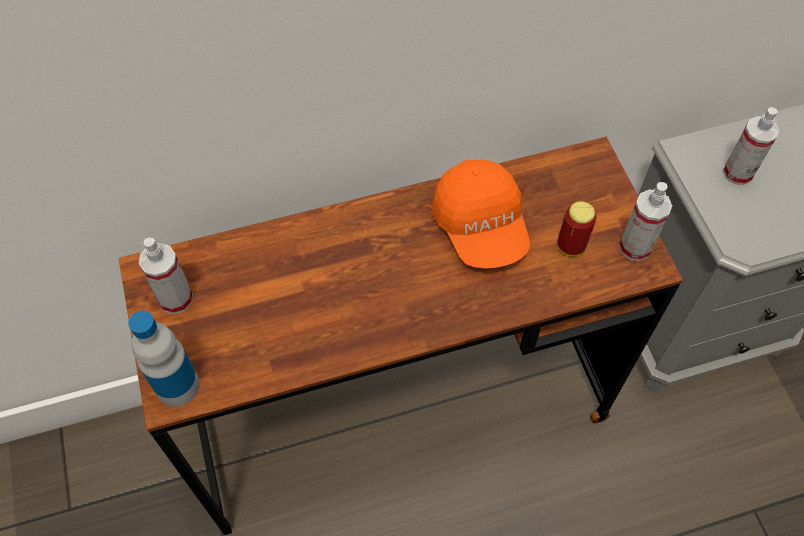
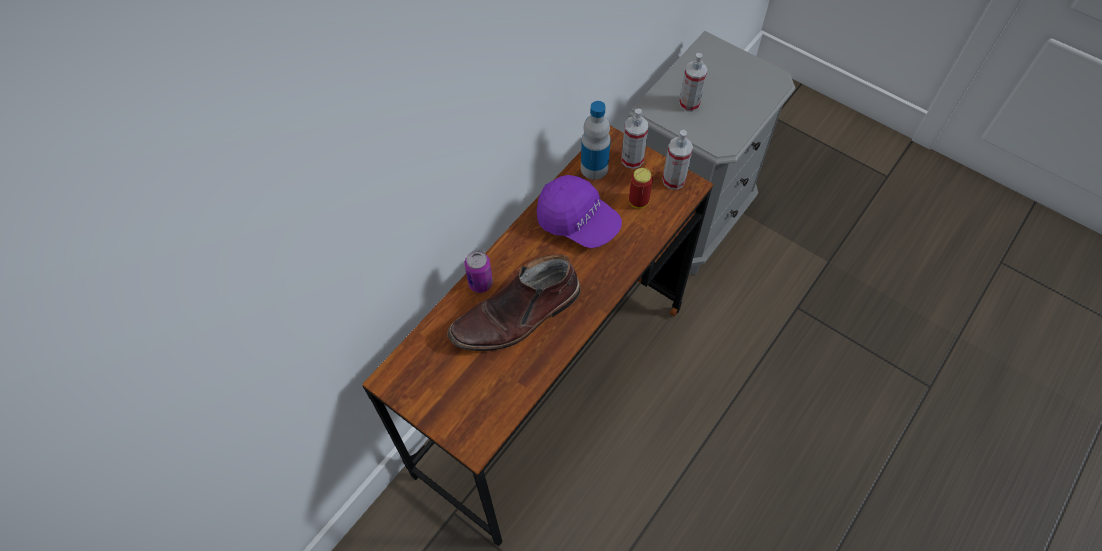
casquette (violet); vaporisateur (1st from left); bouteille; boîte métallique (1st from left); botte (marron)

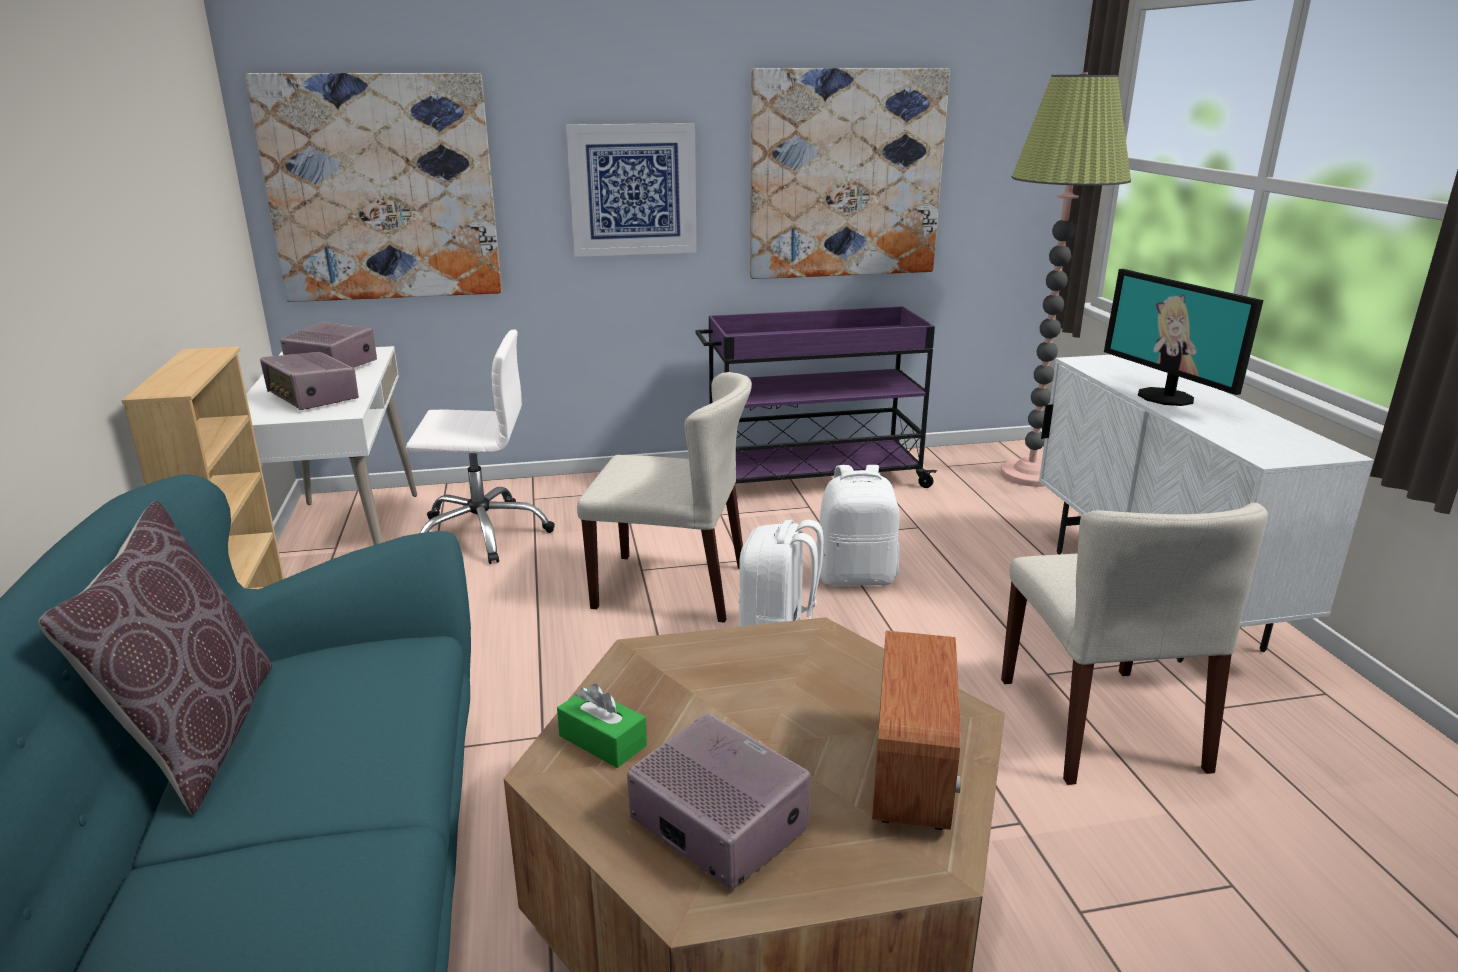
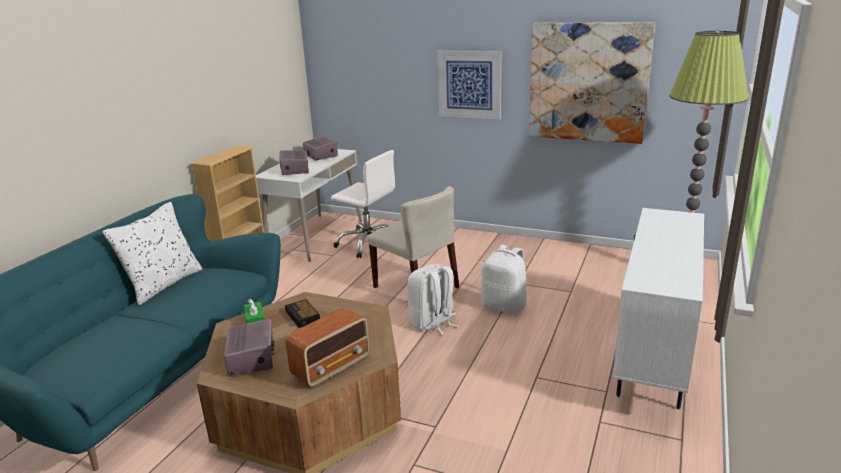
tableau (1st from left in the first image); écran d'ordinateur; chariot (violet); coussin (blanc); chaise (beige) (2nd from left in the first image); réveil

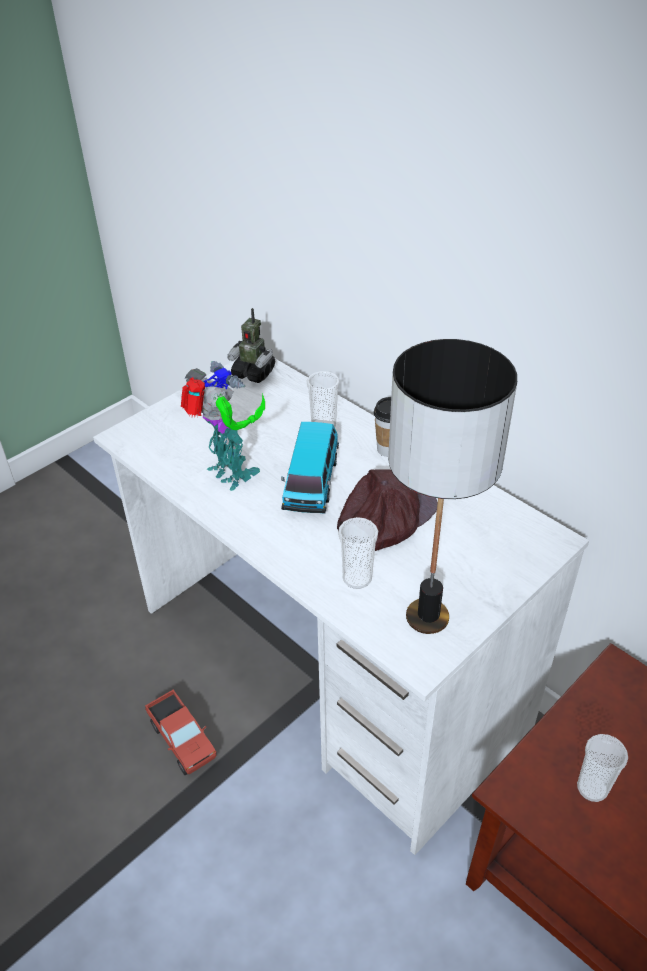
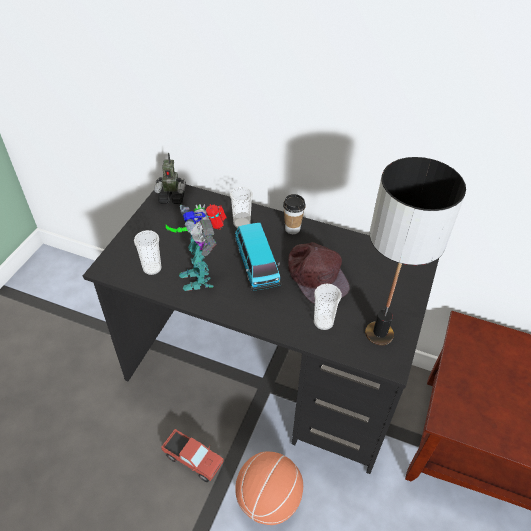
bureau (noir); robot jouet (2nd from left); casquette (marron); tasse (1st from left); ballon de basket

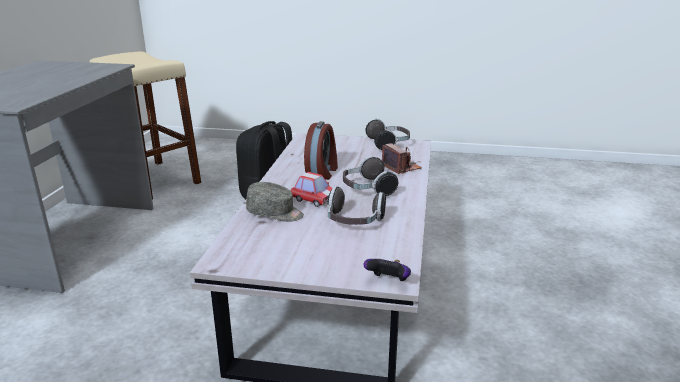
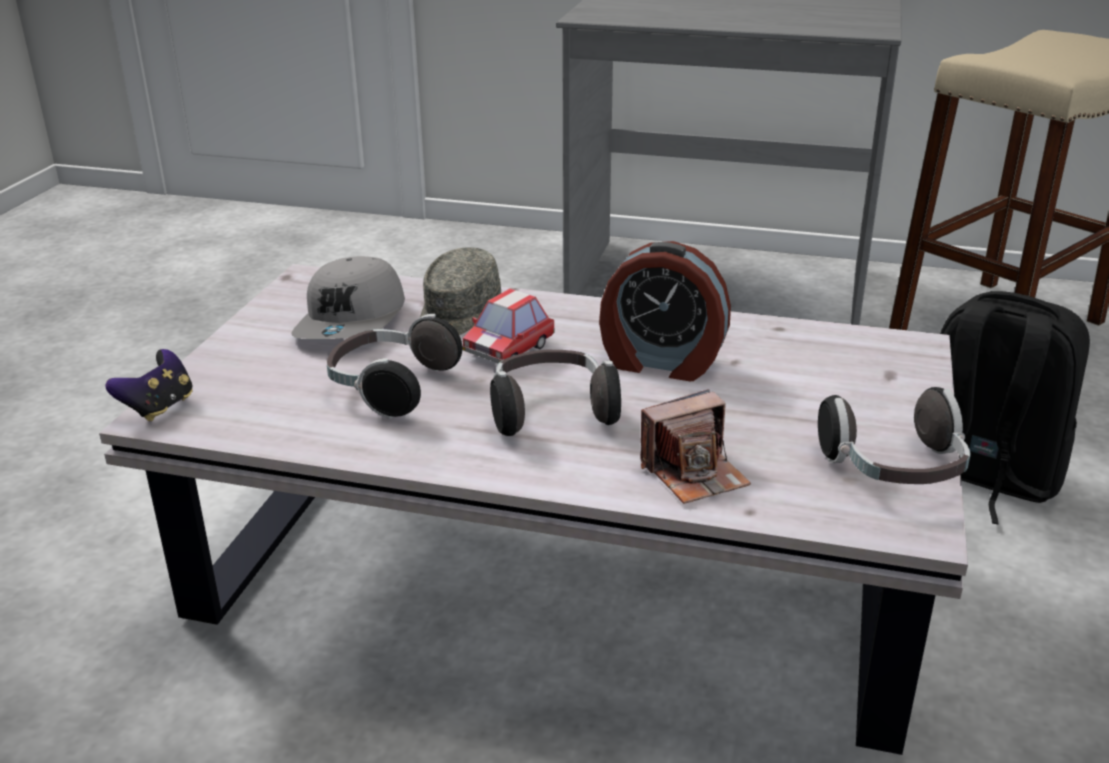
casquette (gris) (1st from left)

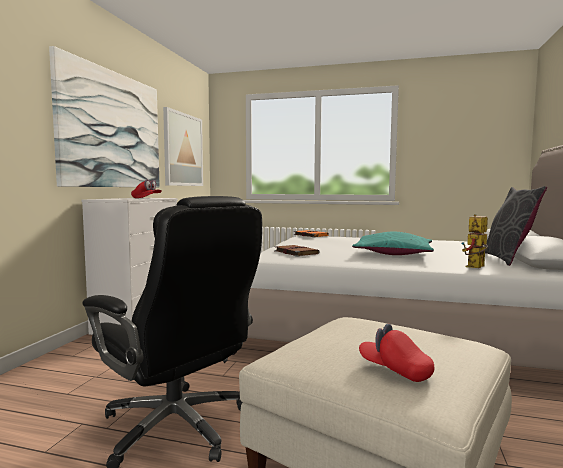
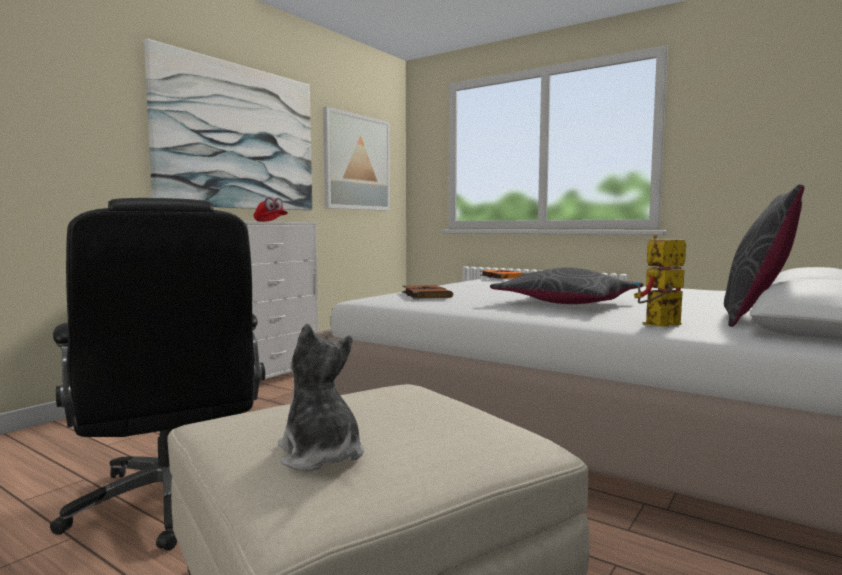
coussin (gris) (1st from left); peluche

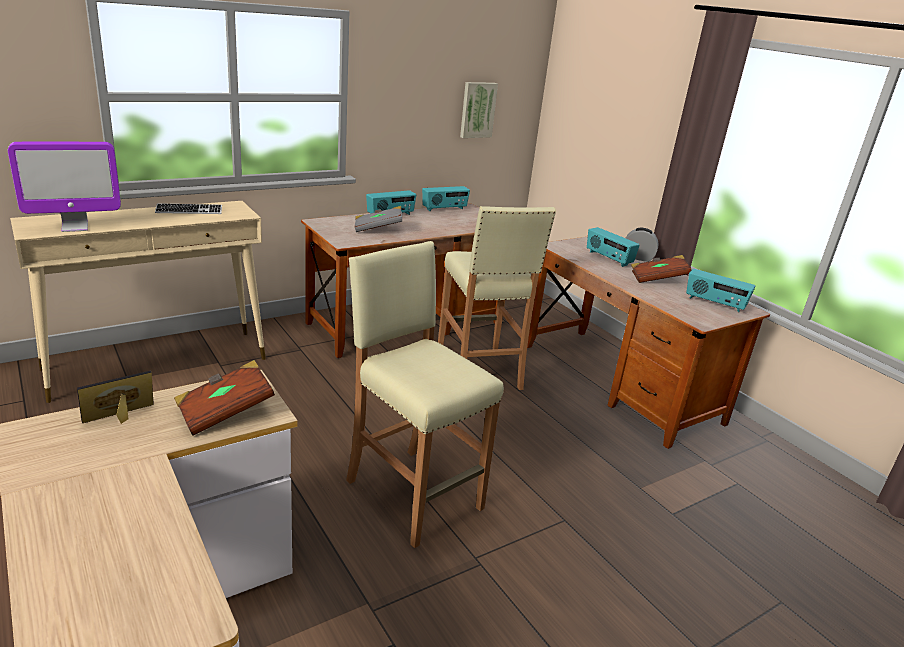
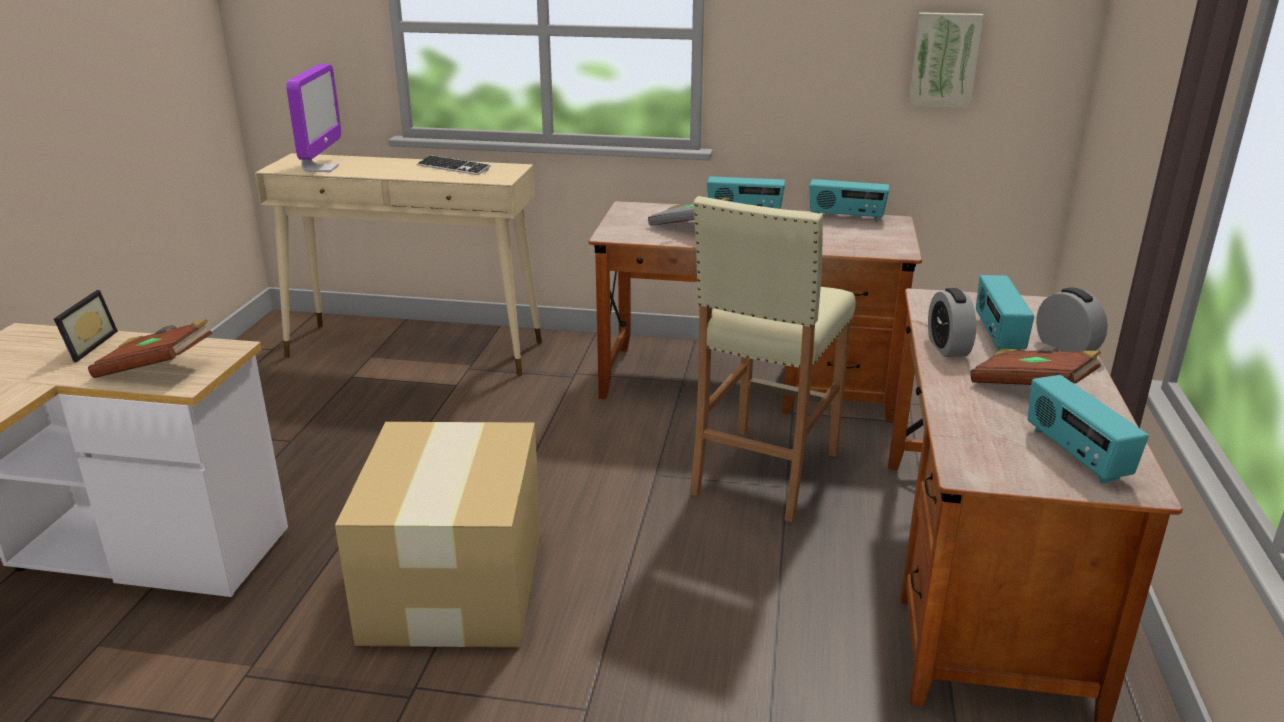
écran d'ordinateur; carton; cadre photo; réveil (1st from left)

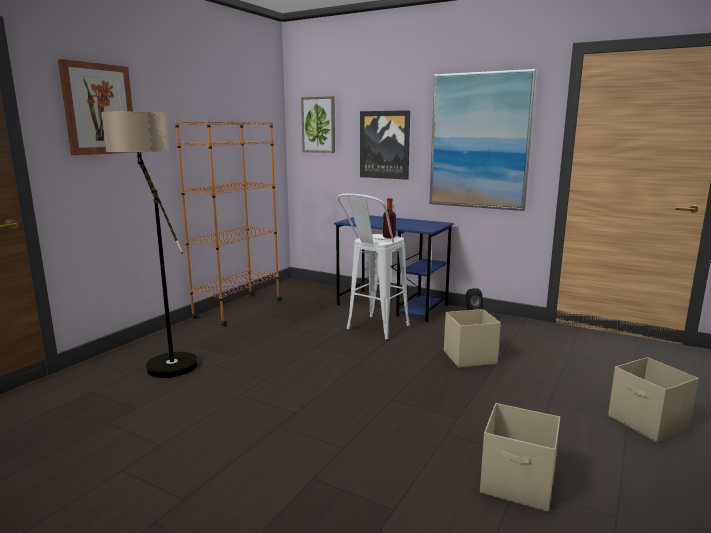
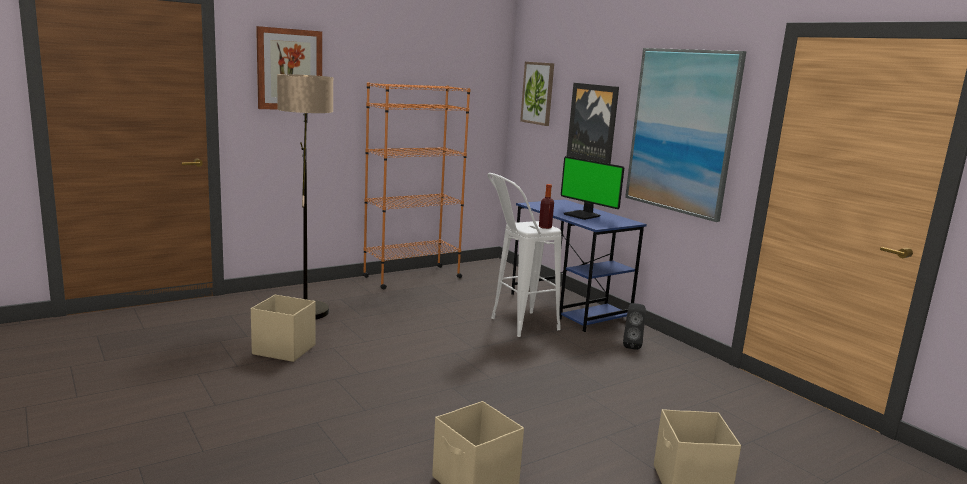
boîte de rangement (beige) (1st from left); écran d'ordinateur

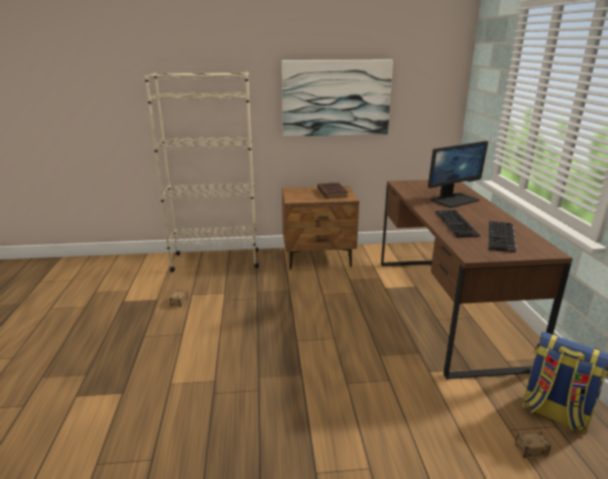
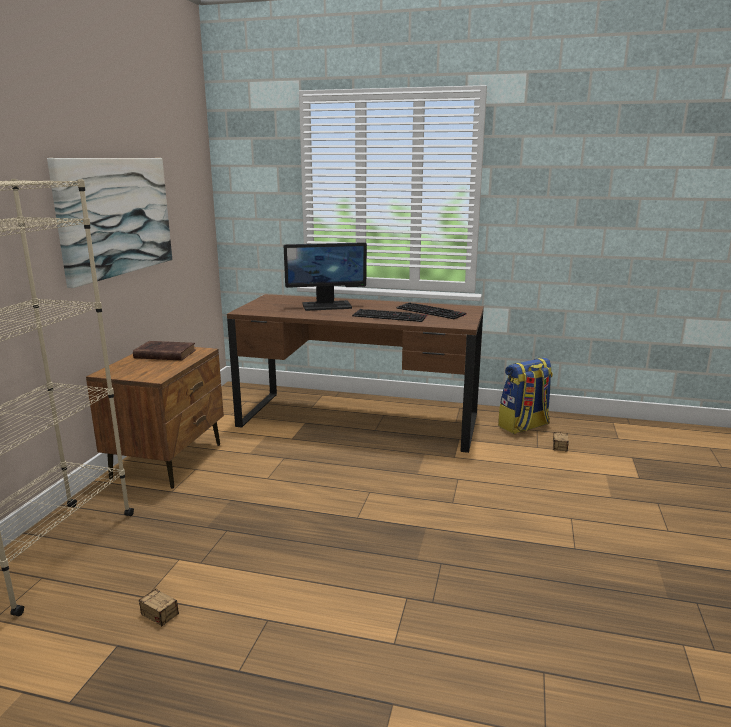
écran d'ordinateur

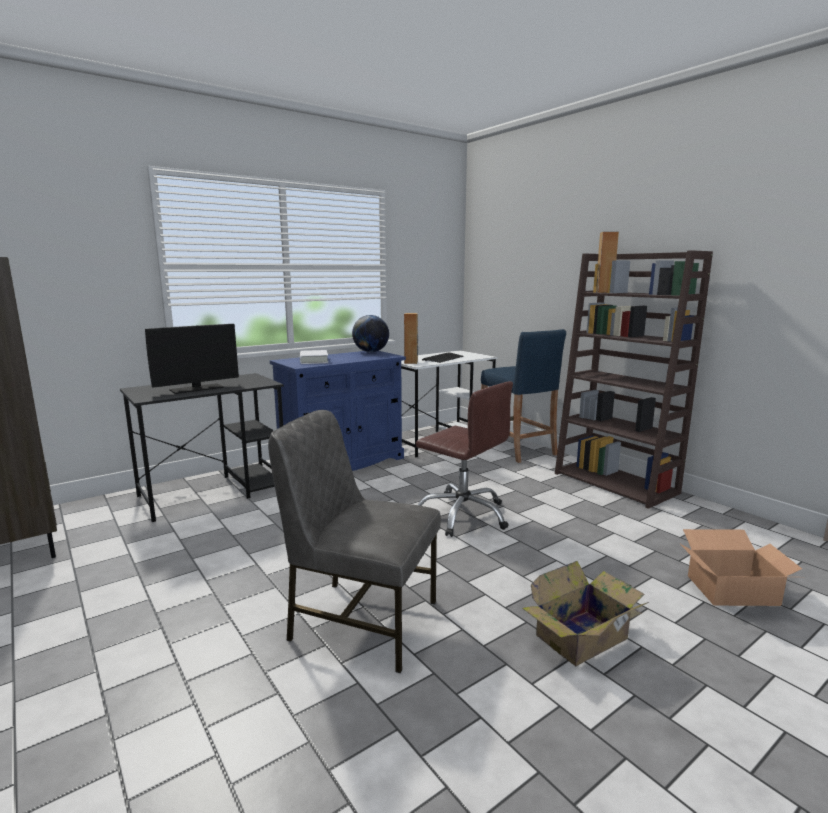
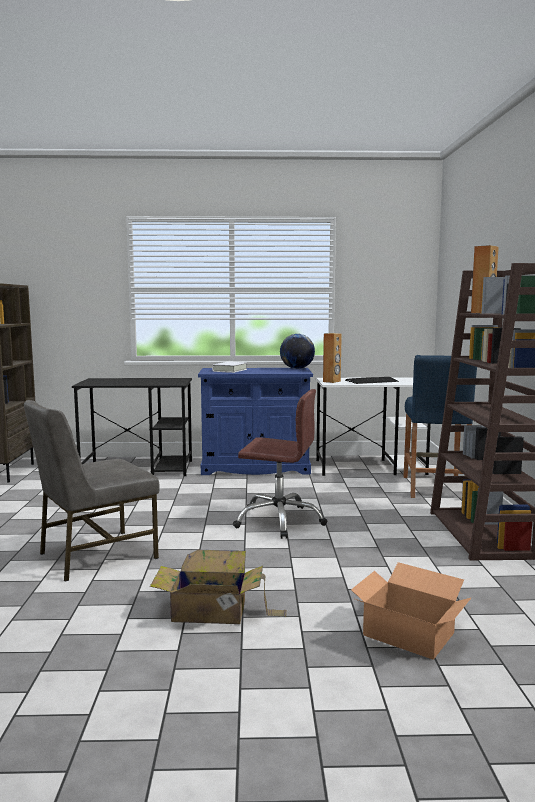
écran d'ordinateur; chaise de bureau (marron); chaise (gris)

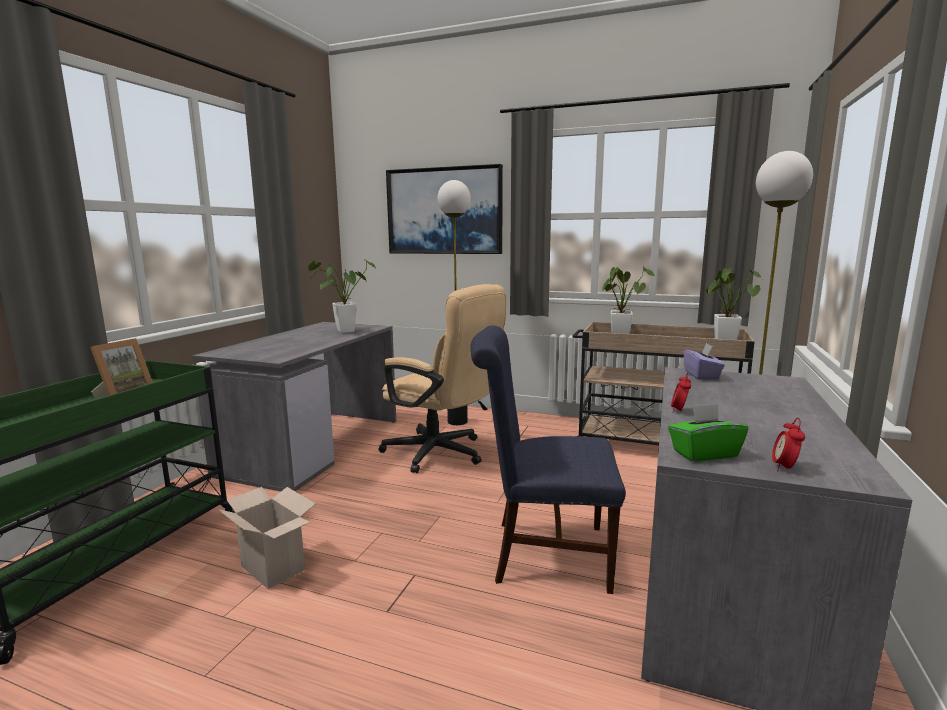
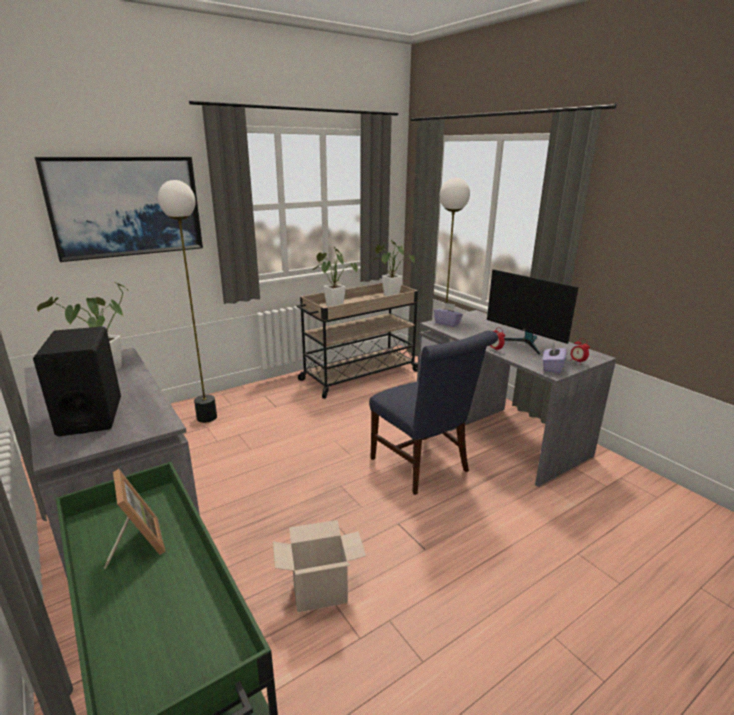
chaise de bureau (beige); chaise (bleu); boîte à mouchoirs (violet) (2nd from left); écran d'ordinateur; enceinte (noir)

